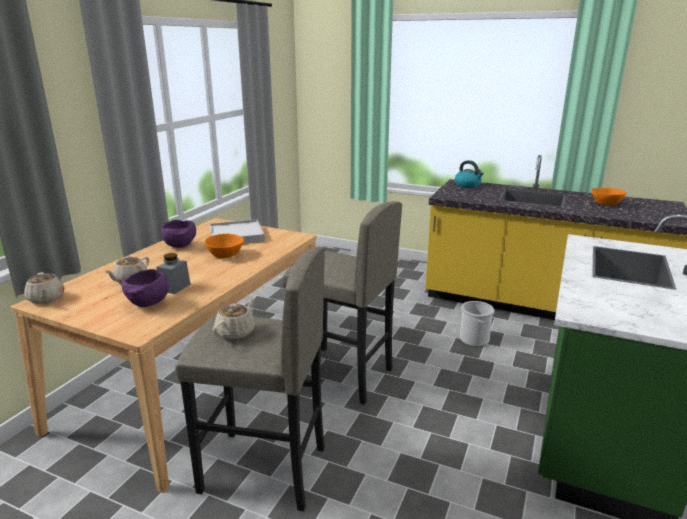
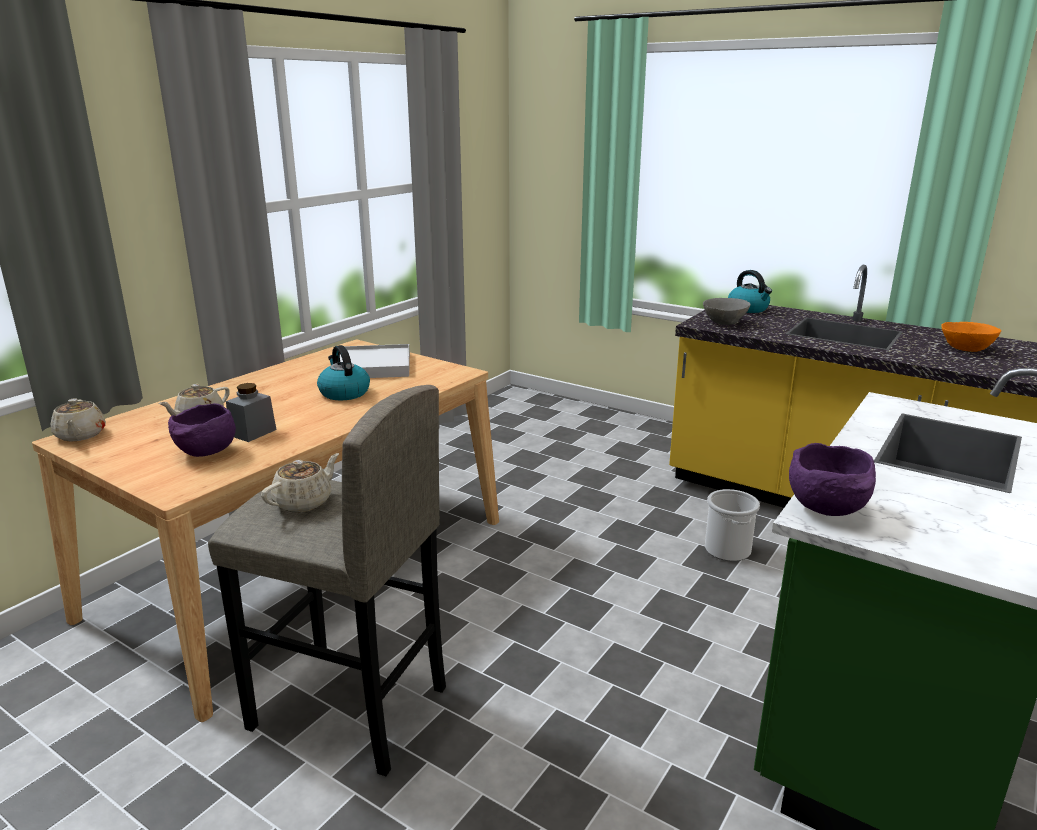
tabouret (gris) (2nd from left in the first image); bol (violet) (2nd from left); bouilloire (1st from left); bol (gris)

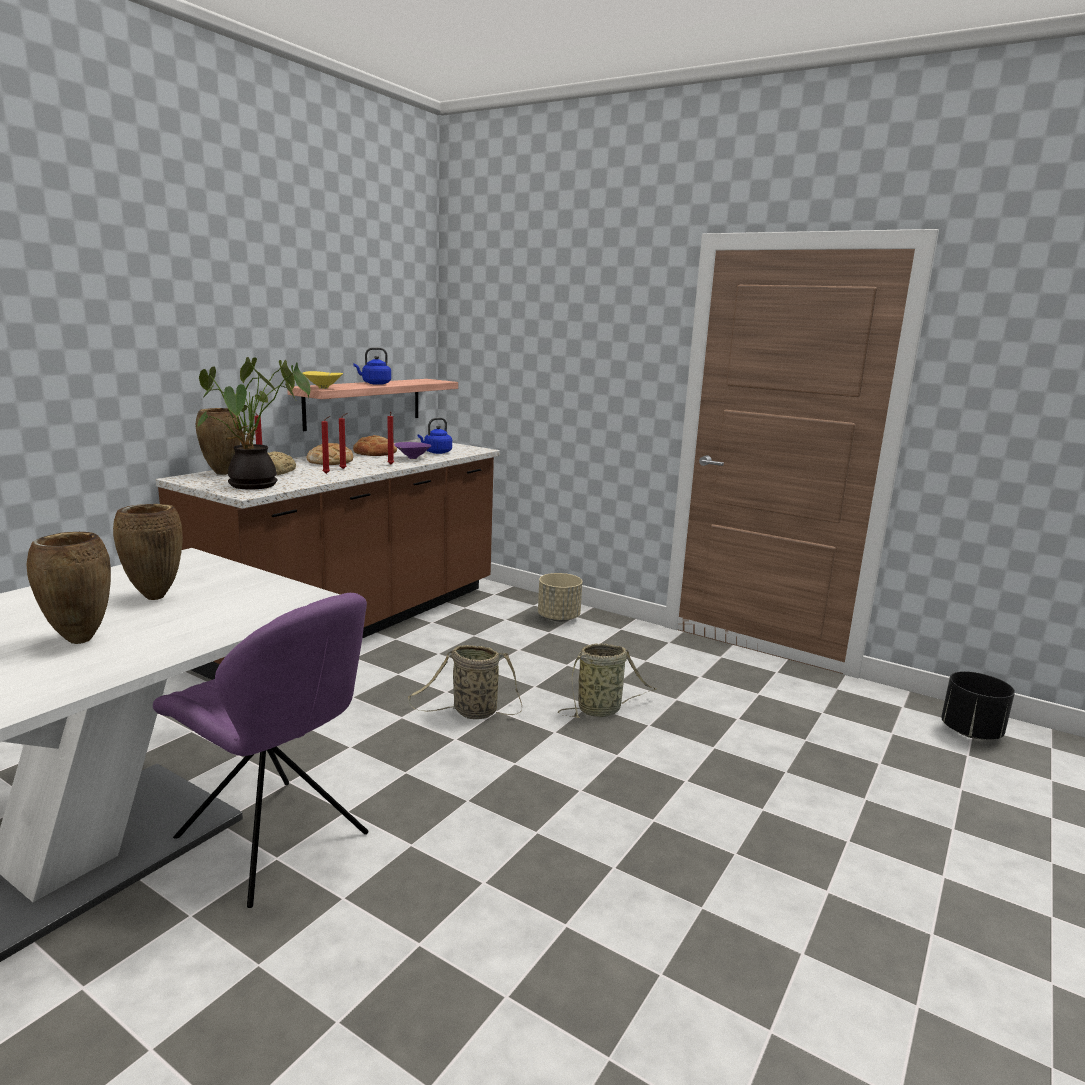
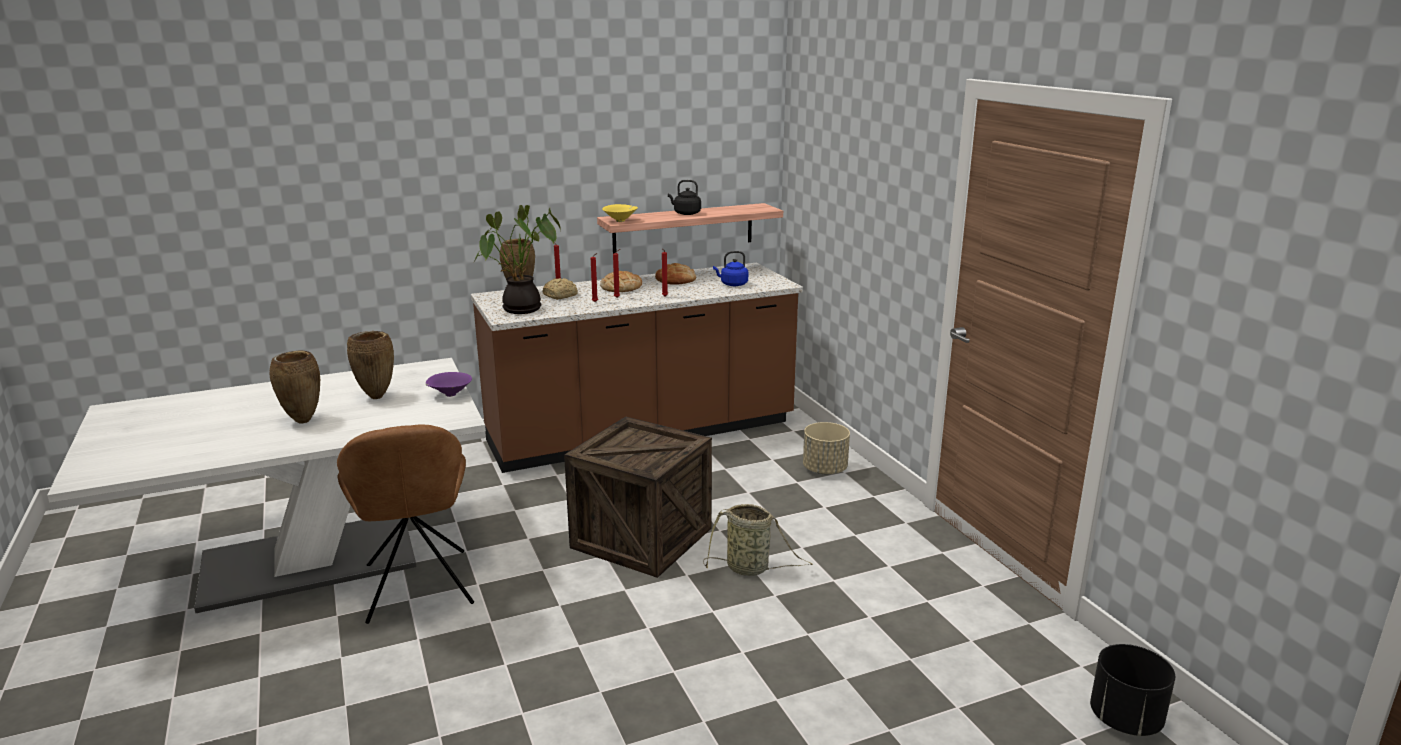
bouilloire (noir); bol (violet); chaise (marron); caisse

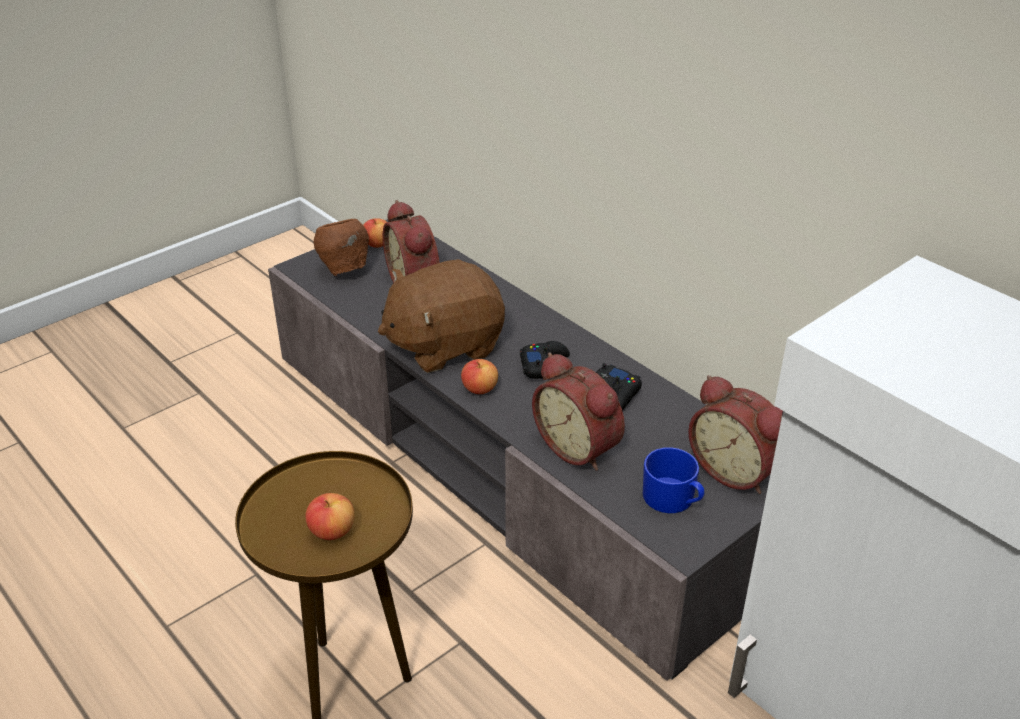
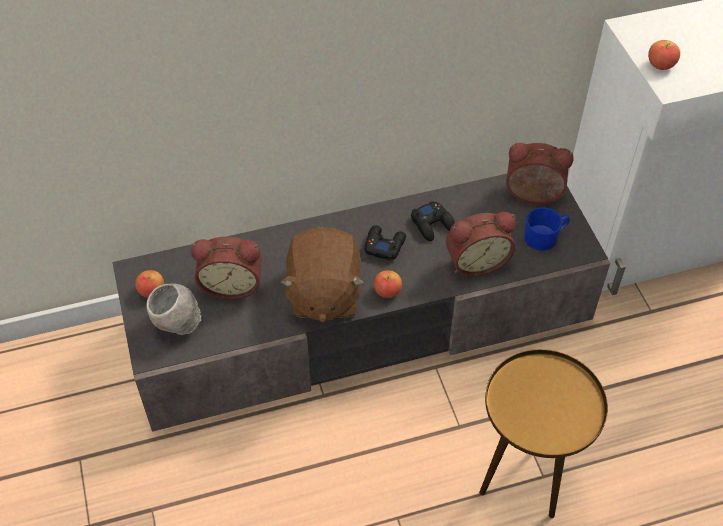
bol (gris); réveil (3rd from left); pomme (3rd from left)

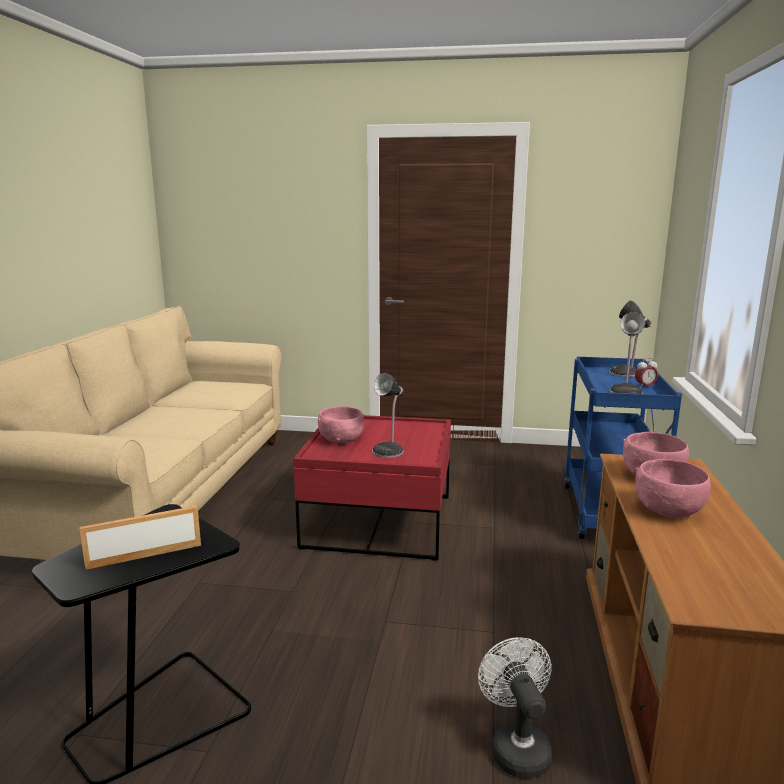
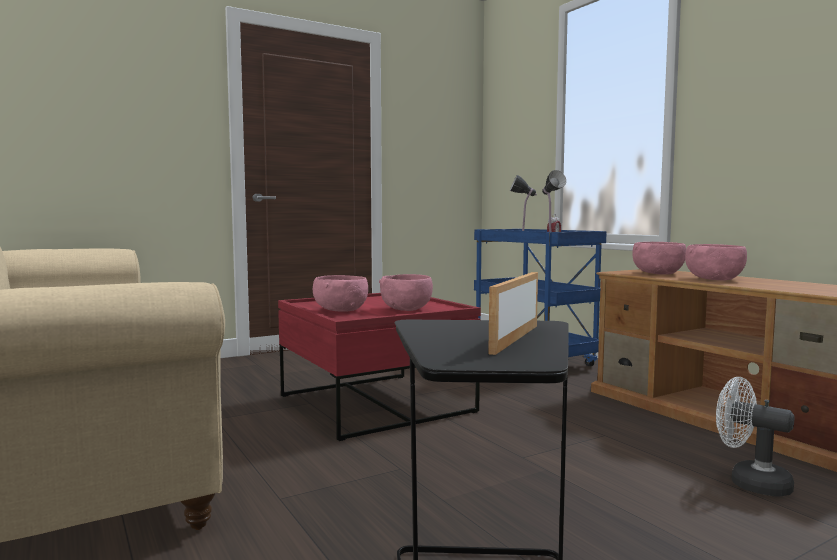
bol (rose) (2nd from left)

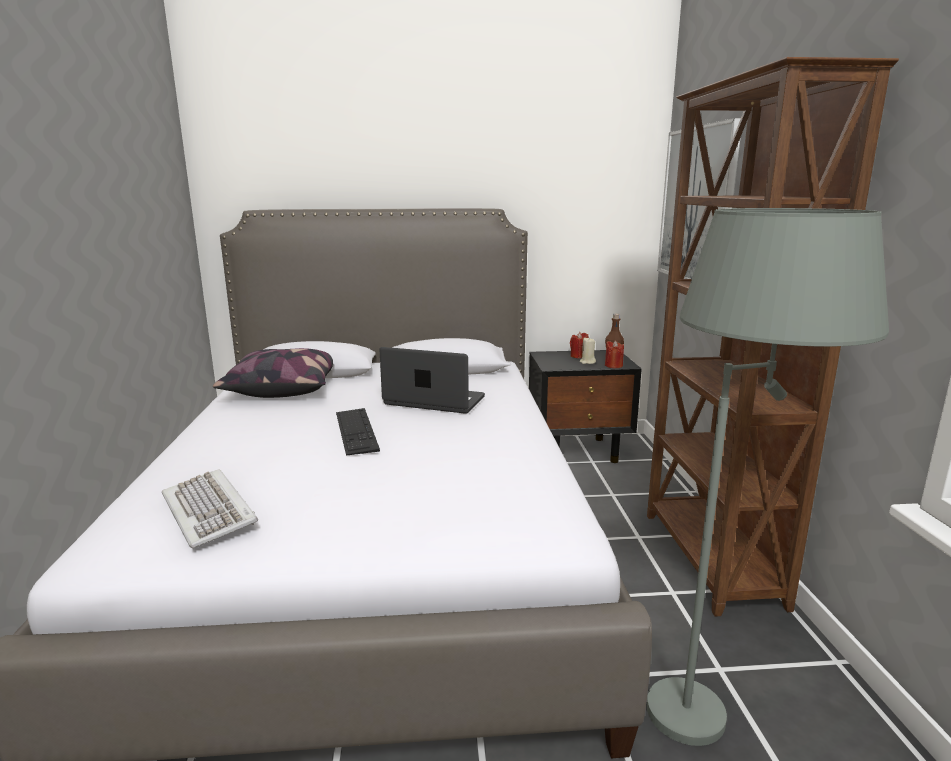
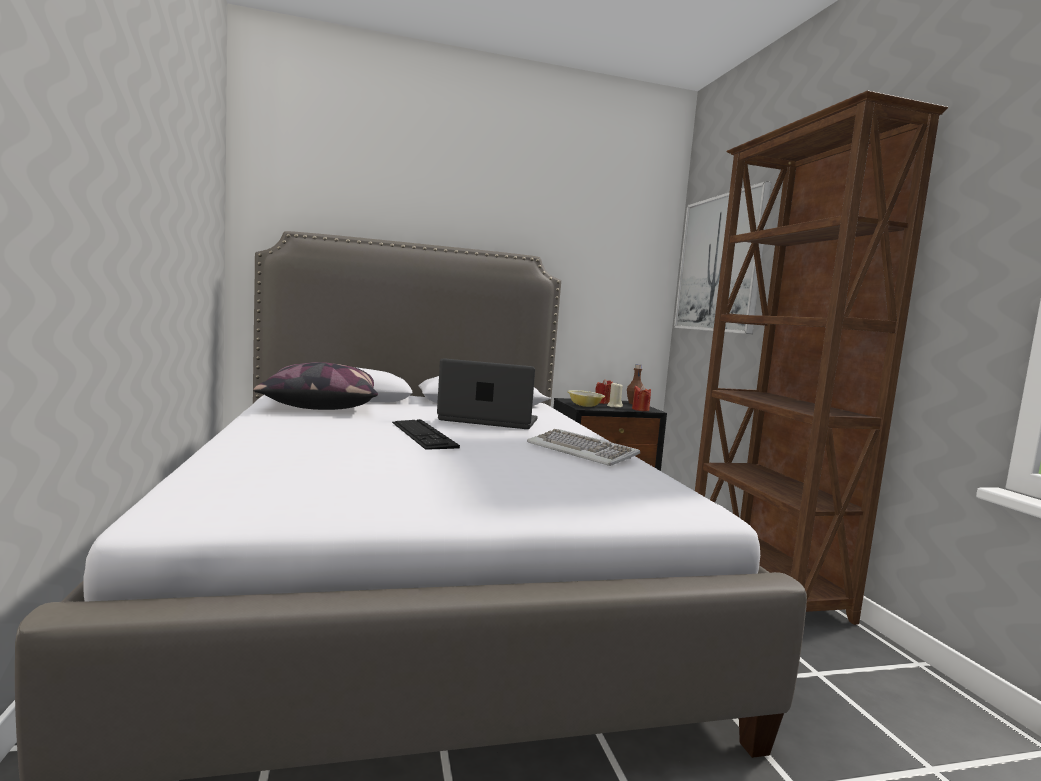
lampadaire (gris); clavier (2nd from left); bol

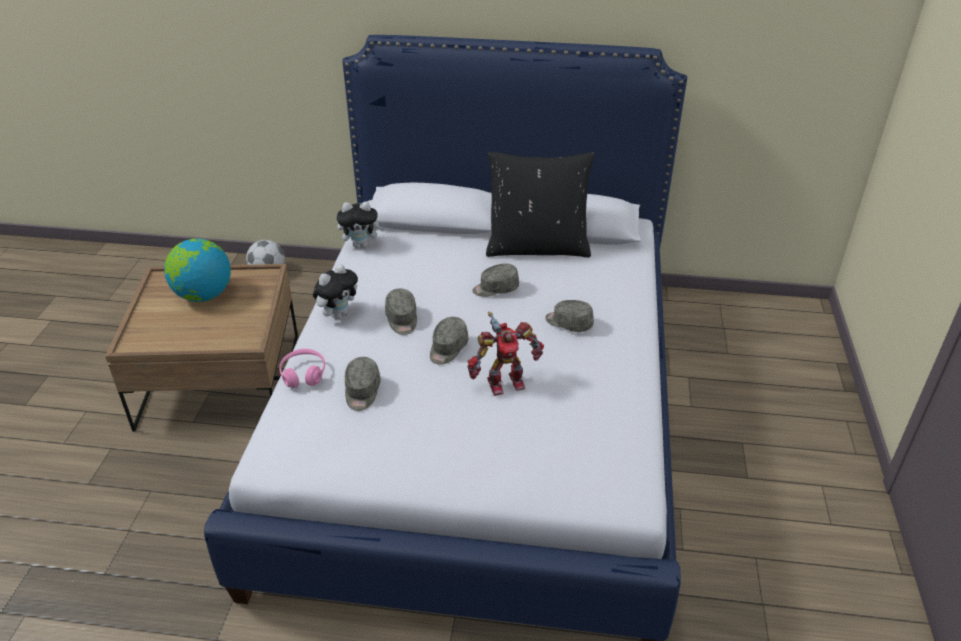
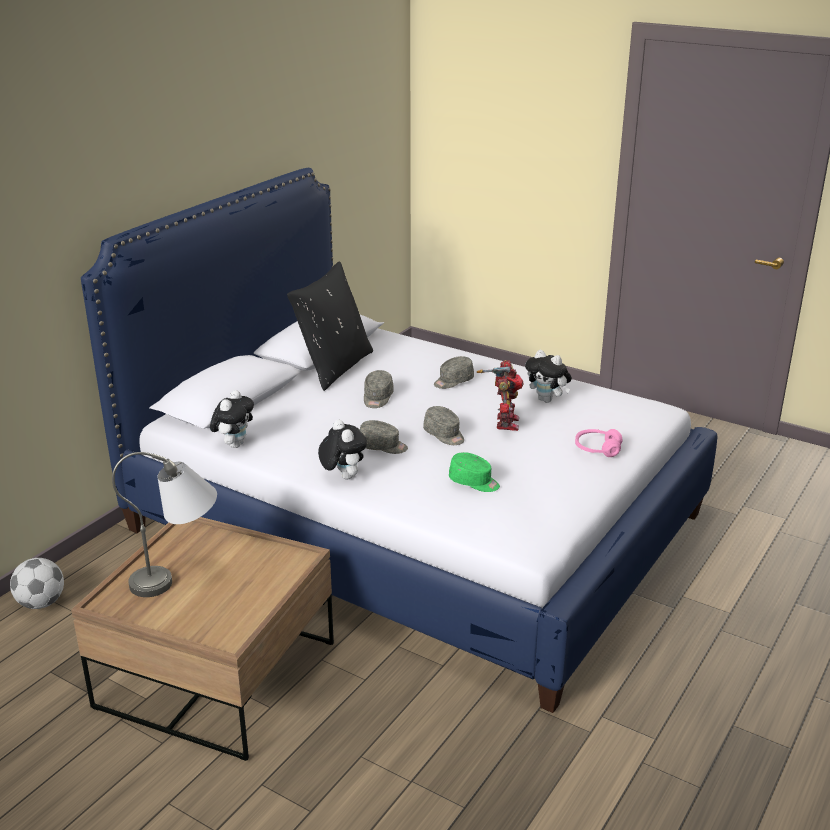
lampe de table (gris); casque audio (rose); casquette (vert); peluche (3rd from left)

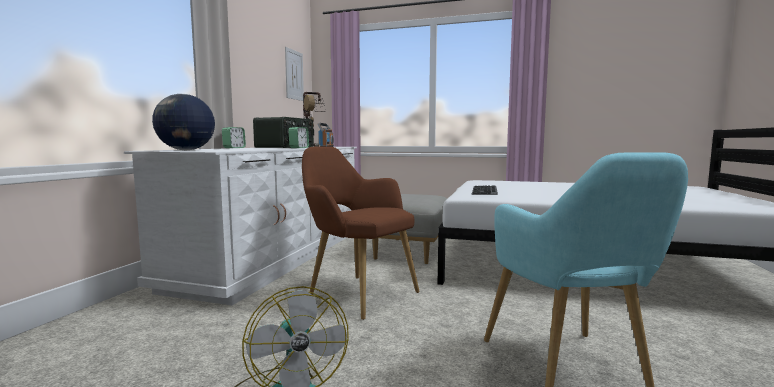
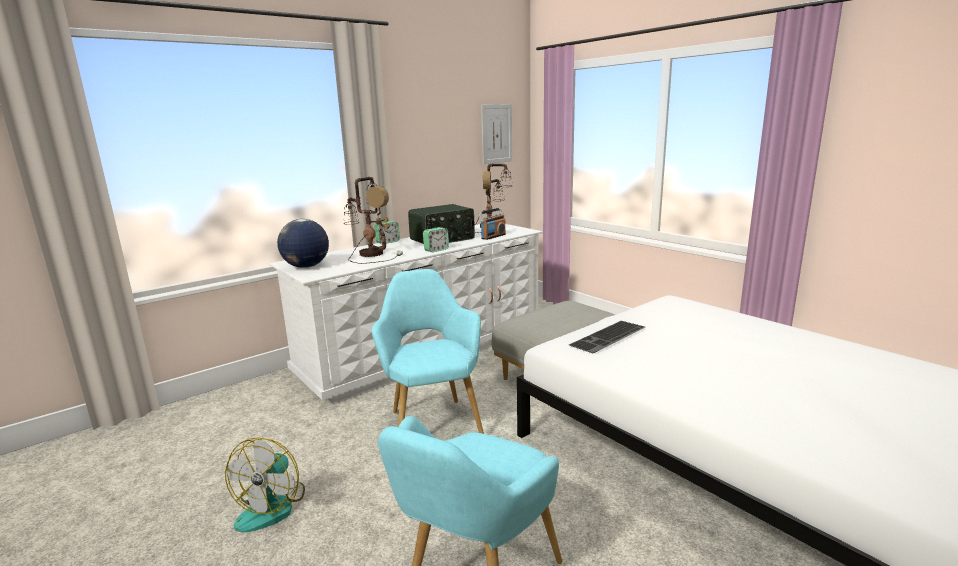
fauteuil (turquoise) (1st from left); lampe de table (1st from left)

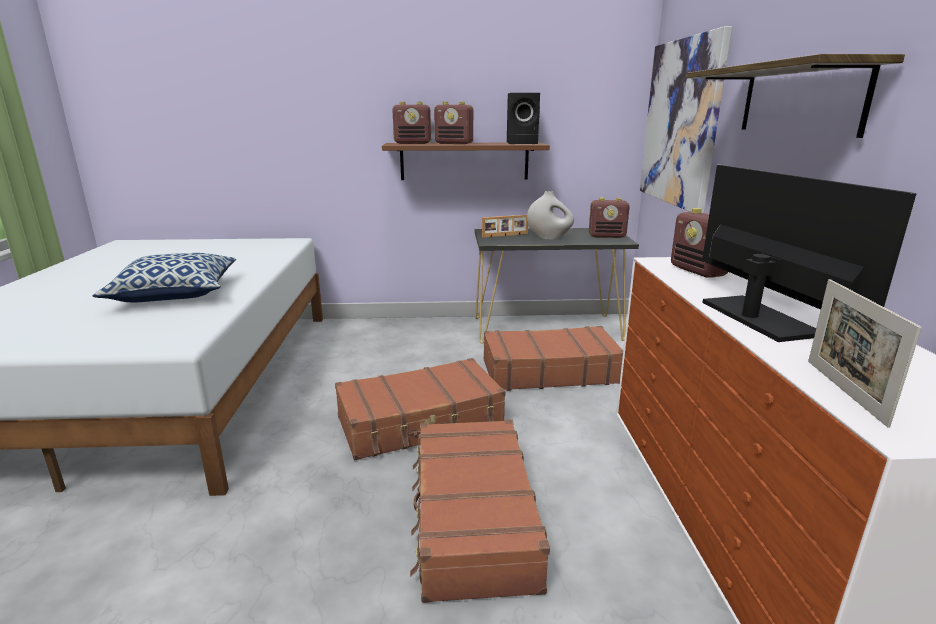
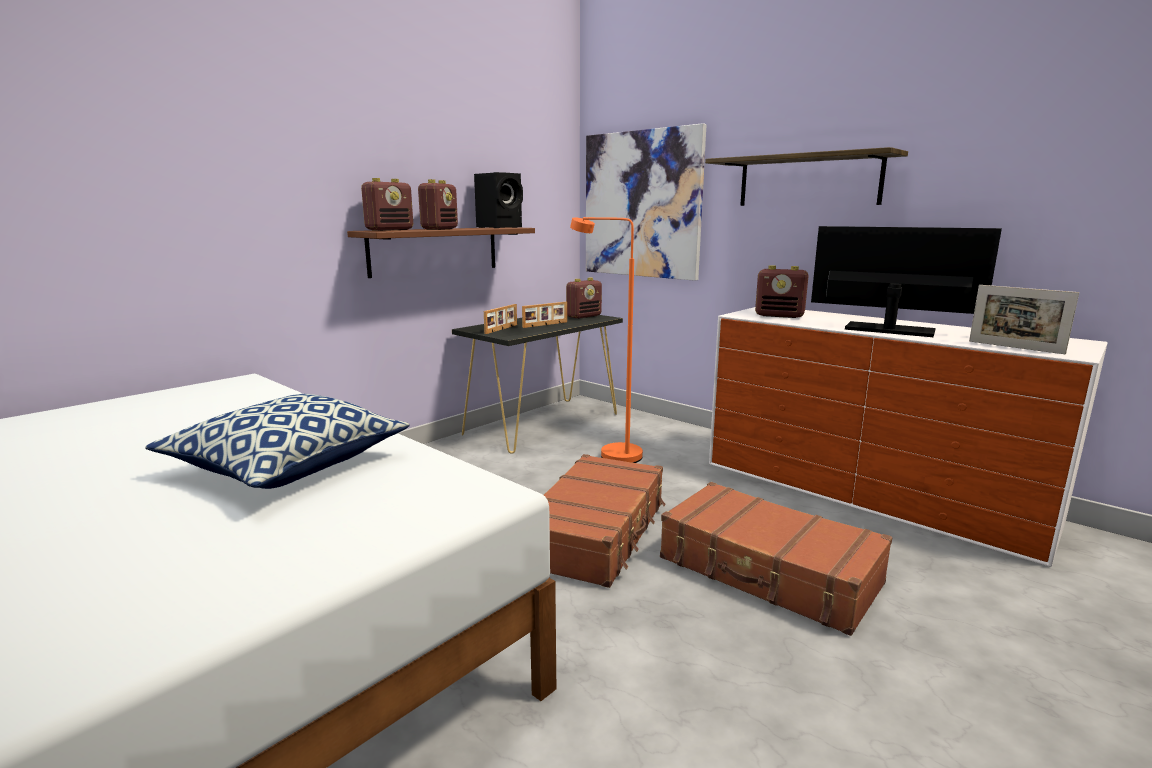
radio (2nd from left); cadre photo (2nd from left); lampadaire (orange)

